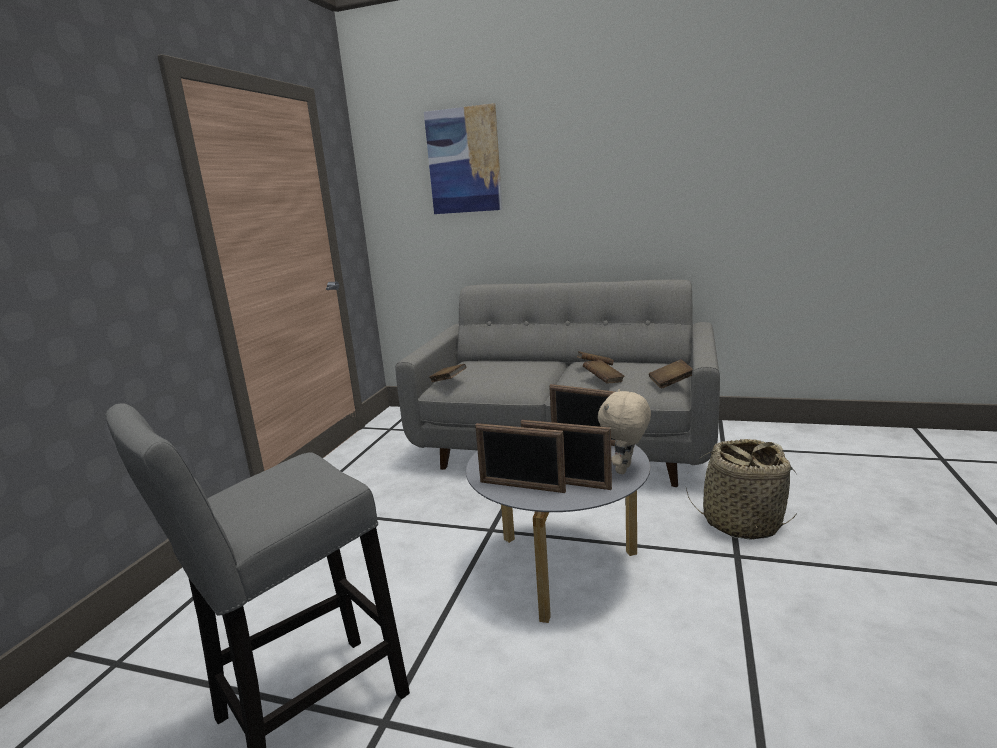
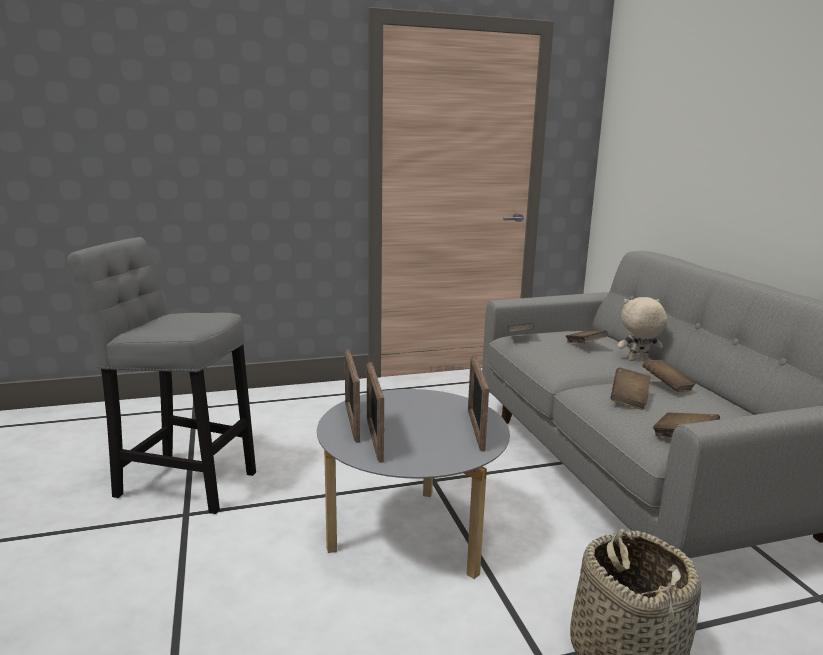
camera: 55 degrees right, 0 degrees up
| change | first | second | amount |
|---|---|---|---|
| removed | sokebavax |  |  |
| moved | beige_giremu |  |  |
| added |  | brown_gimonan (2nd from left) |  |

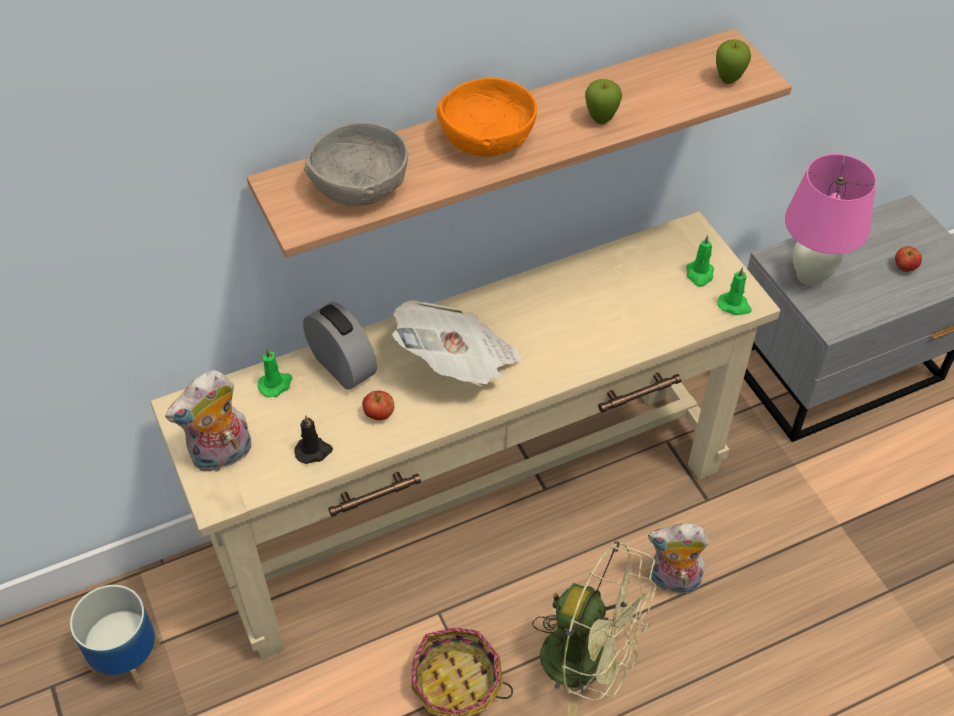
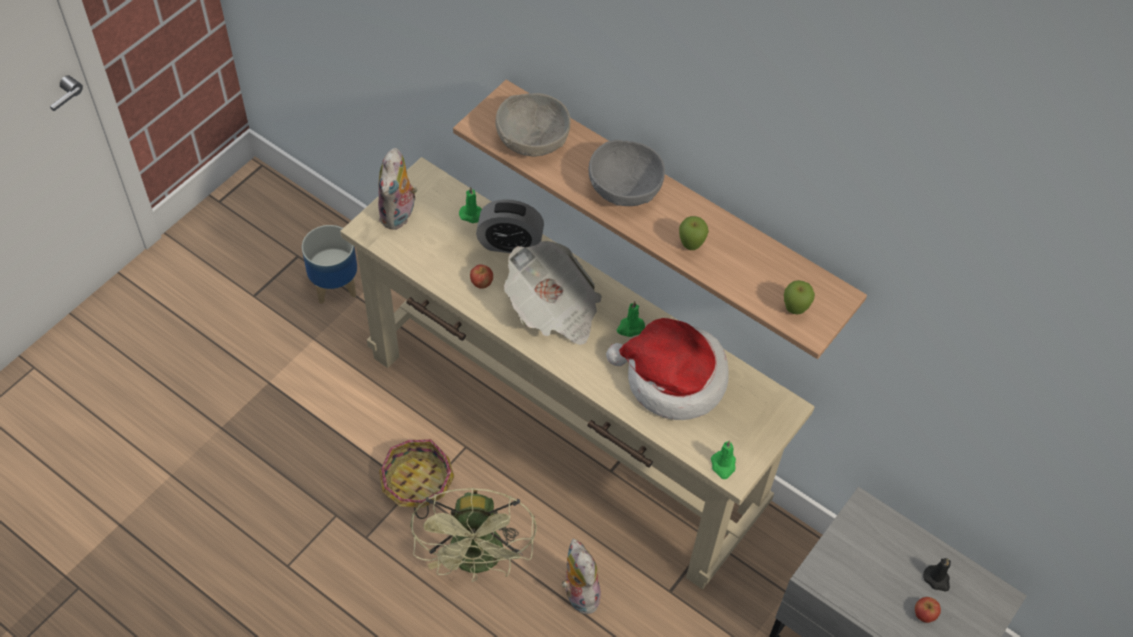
camera: 60 degrees right, 5 degrees up
| change | first | second | amount |
|---|---|---|---|
| turned | giremu (1st from left) |  | 105 degrees counterclockwise |
| moved | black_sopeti |  |  |
| turned | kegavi |  | 75 degrees clockwise |
| recoloured | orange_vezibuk | grey_vezibuk (2nd from left) |  |
| moved | green_sopeti (2nd from left) |  |  |
| removed | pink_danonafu |  |  |
| added |  | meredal |  |

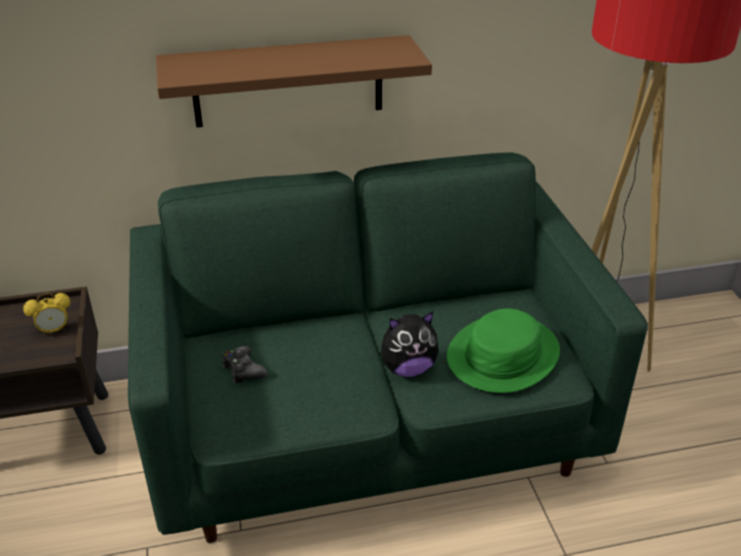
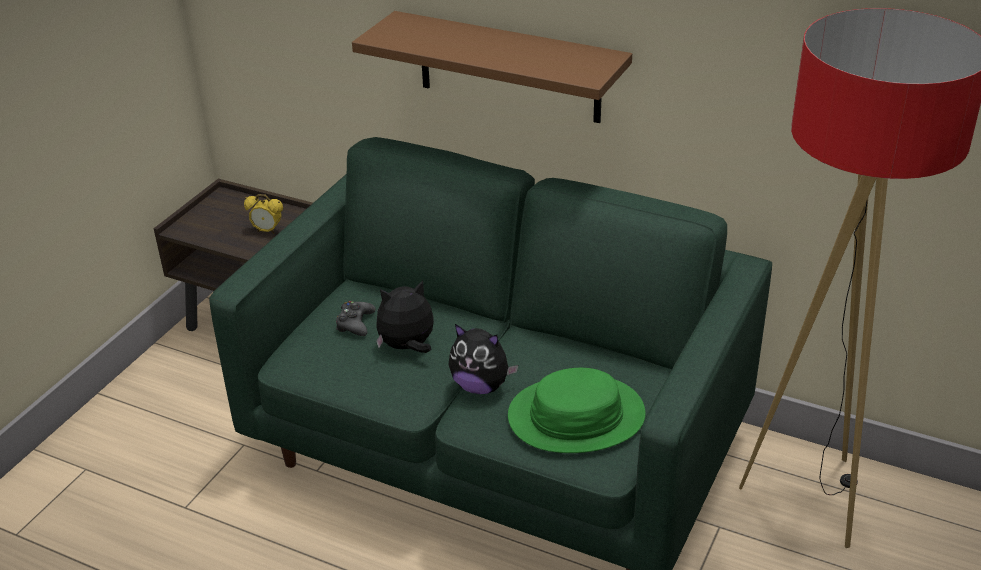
camera: 40 degrees right, 0 degrees up
| change | first | second | amount |
|---|---|---|---|
| added |  | giremu (1st from left) |  |

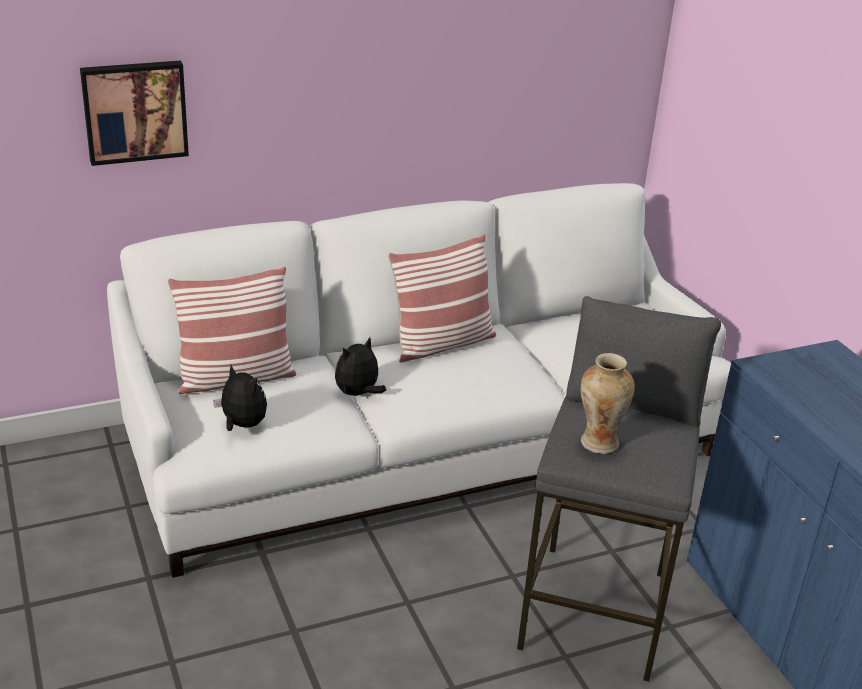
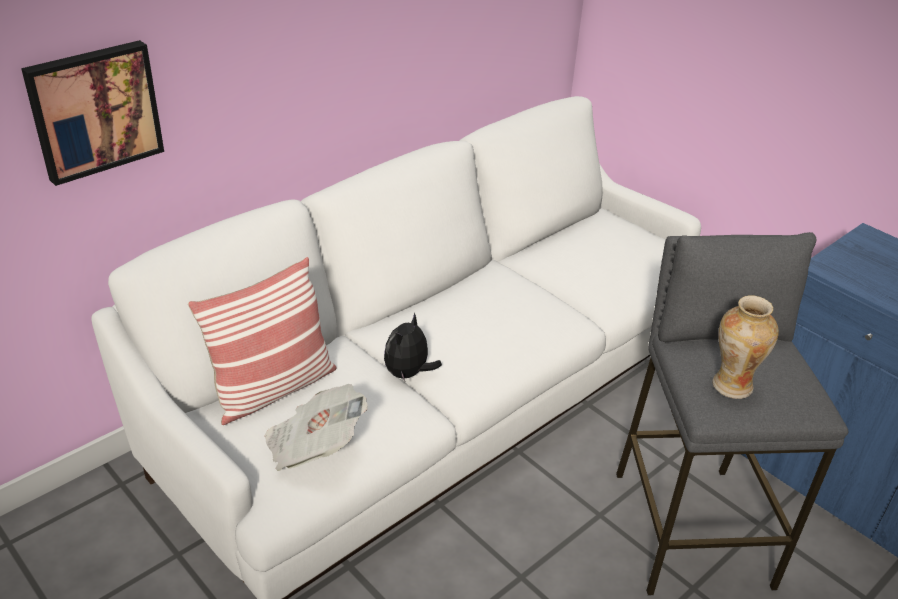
camera: 20 degrees left, 5 degrees up
| change | first | second | amount |
|---|---|---|---|
| replaced | giremu (1st from left) | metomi |  |
| removed | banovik (2nd from left) |  |  |

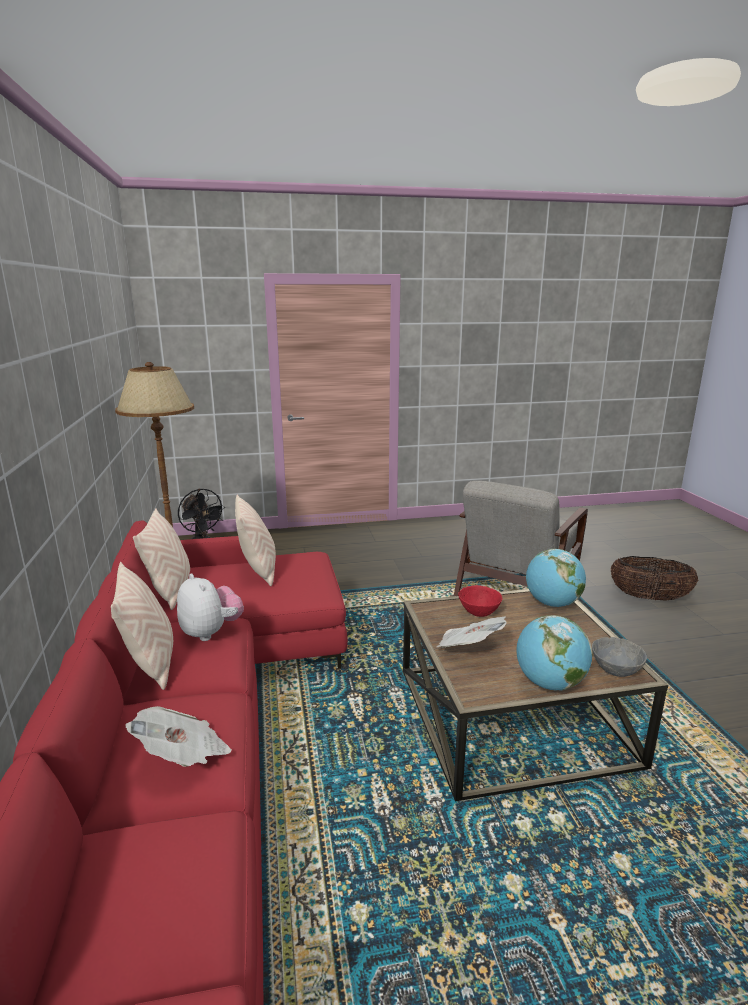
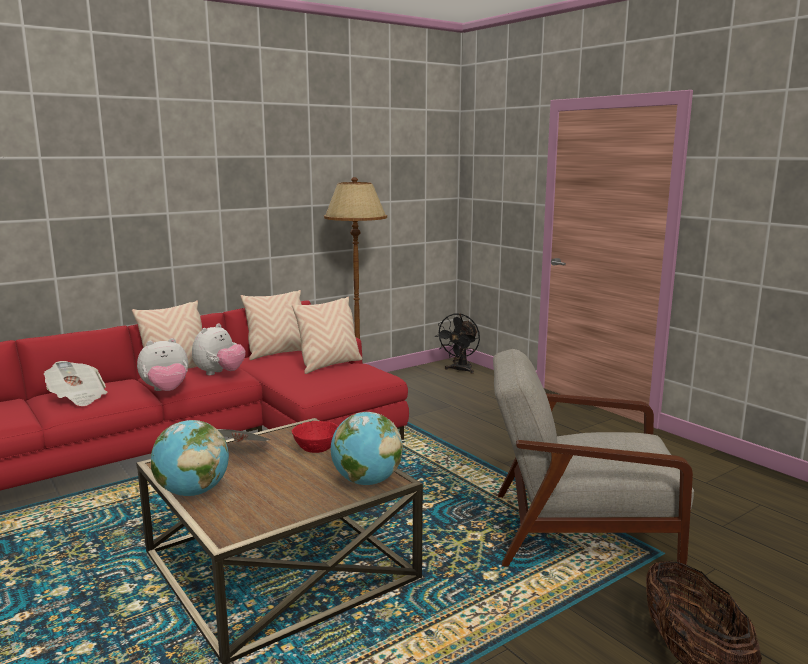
camera: 65 degrees right, 5 degrees down
| change | first | second | amount |
|---|---|---|---|
| removed | grey_vezibuk |  |  |
| added |  | giremu (1st from left) |  |

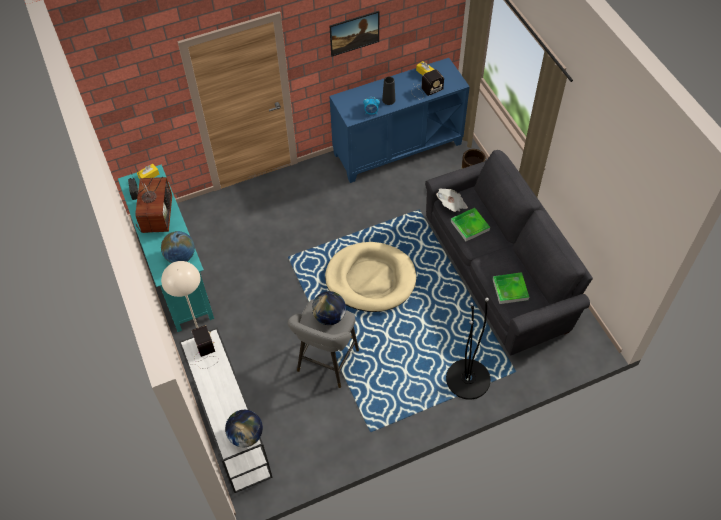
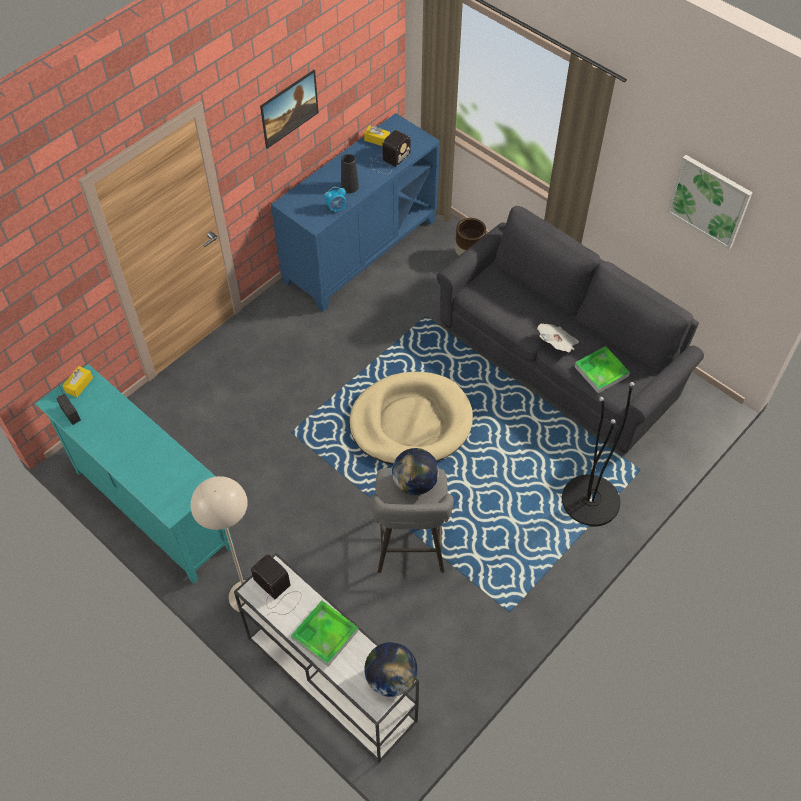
camera: 25 degrees left, 0 degrees up
| change | first | second | amount |
|---|---|---|---|
| removed | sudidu |  |  |
| removed | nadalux (1st from left) |  |  |
| moved | metomi |  |  |
| moved | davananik (1st from left) |  |  |
| added |  | sokebavax (2nd from left) |  |

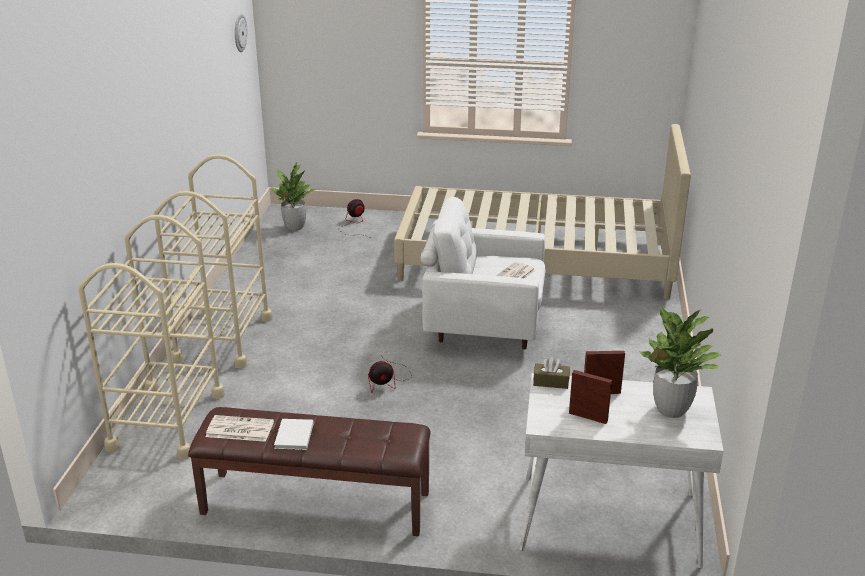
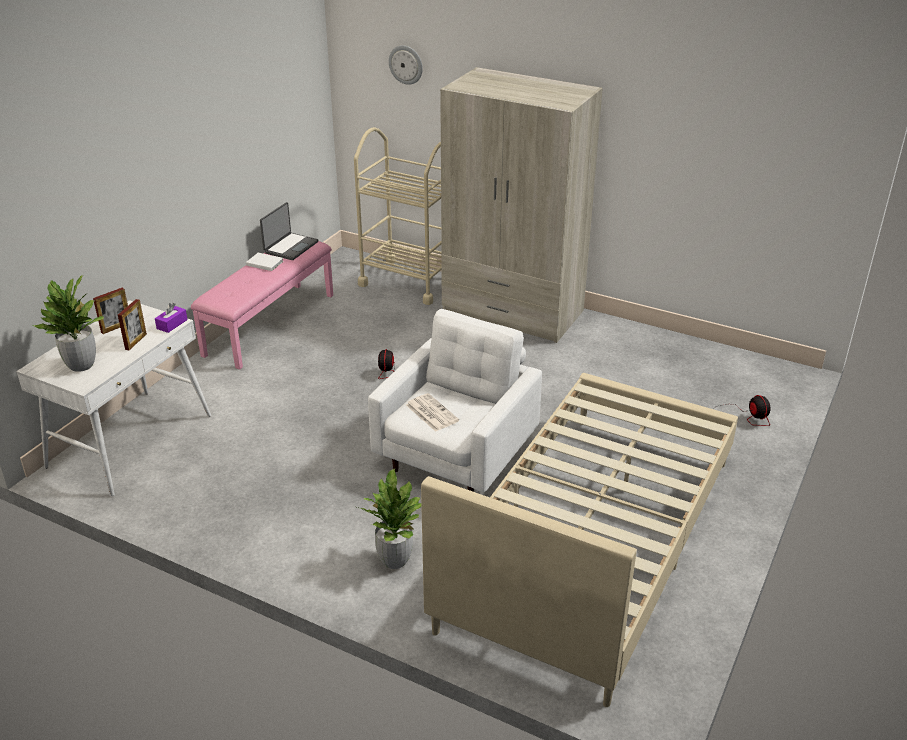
camera: 110 degrees right, 5 degrees up
| change | first | second | amount |
|---|---|---|---|
| replaced | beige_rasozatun (2nd from left) | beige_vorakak |  |
| recoloured | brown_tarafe | pink_tarafe |  |
| replaced | metomi (1st from left) | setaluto |  |
| moved | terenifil |  |  |
| moved | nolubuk (1st from left in the first image) | nolubuk (2nd from left) |  |
| recoloured | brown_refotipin | purple_refotipin |  |

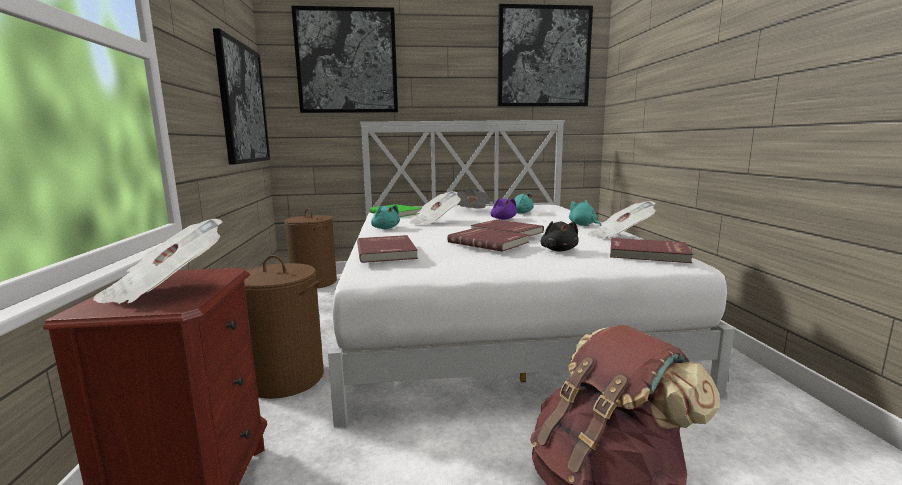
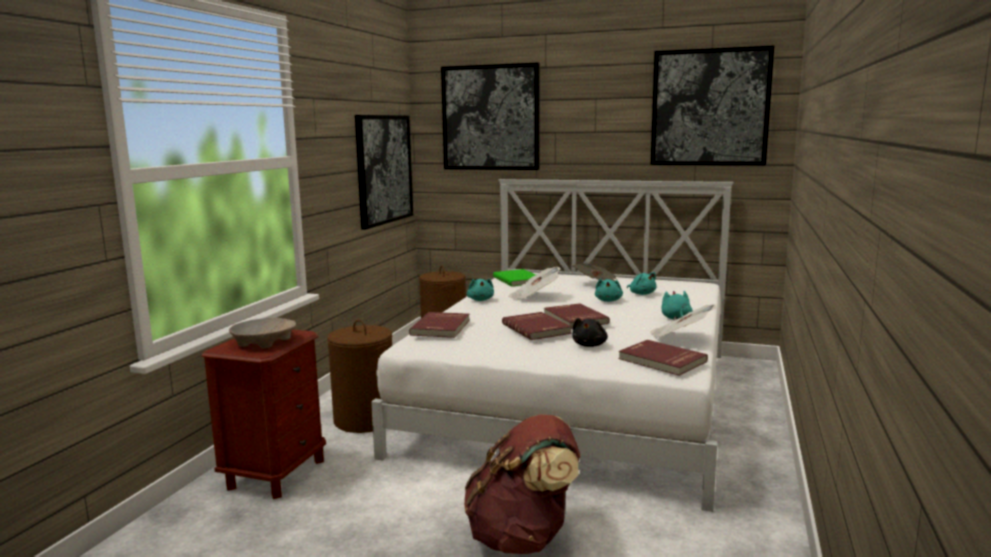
camera: 25 degrees right, 0 degrees up
| change | first | second | amount |
|---|---|---|---|
| replaced | metomi (1st from left) | beige_vezibuk |  |
| recoloured | purple_giremu | turquoise_giremu (2nd from left) |  |

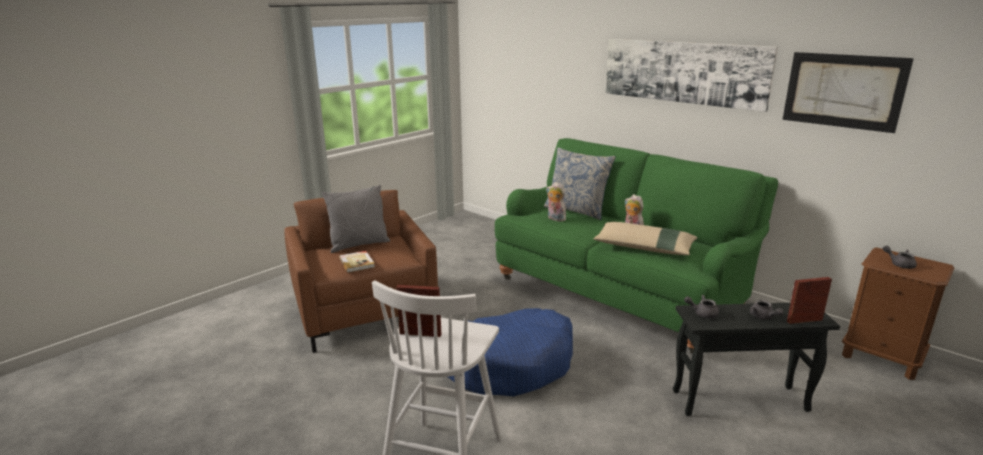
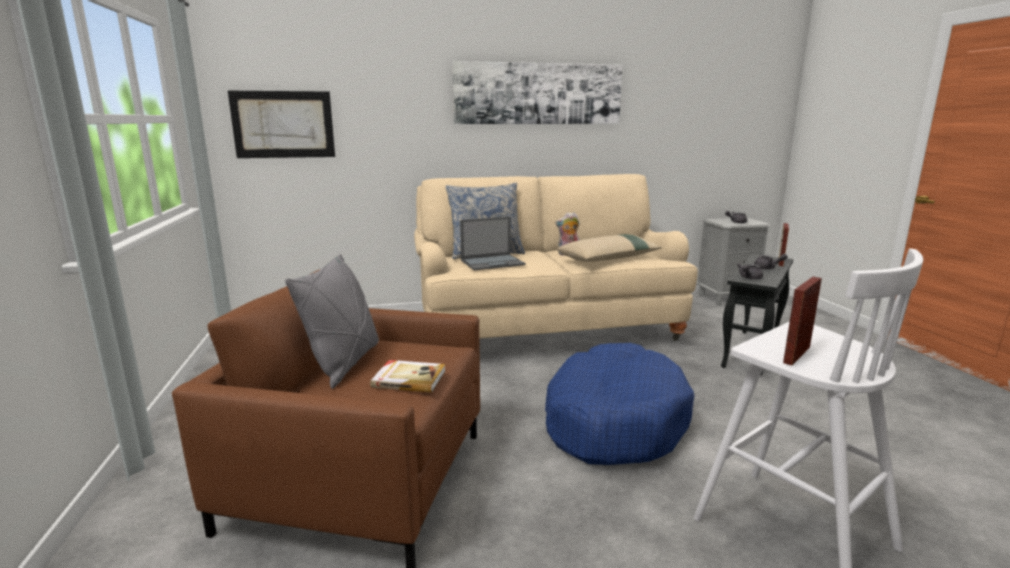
camera: 55 degrees left, 5 degrees down
| change | first | second | amount |
|---|---|---|---|
| recoloured | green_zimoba | beige_zimoba |  |
| replaced | giremu (1st from left) | setaluto |  |
| moved | sokebavax (2nd from left in the first image) | sokebavax (1st from left) |  |
| recoloured | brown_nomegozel | grey_nomegozel |  |

